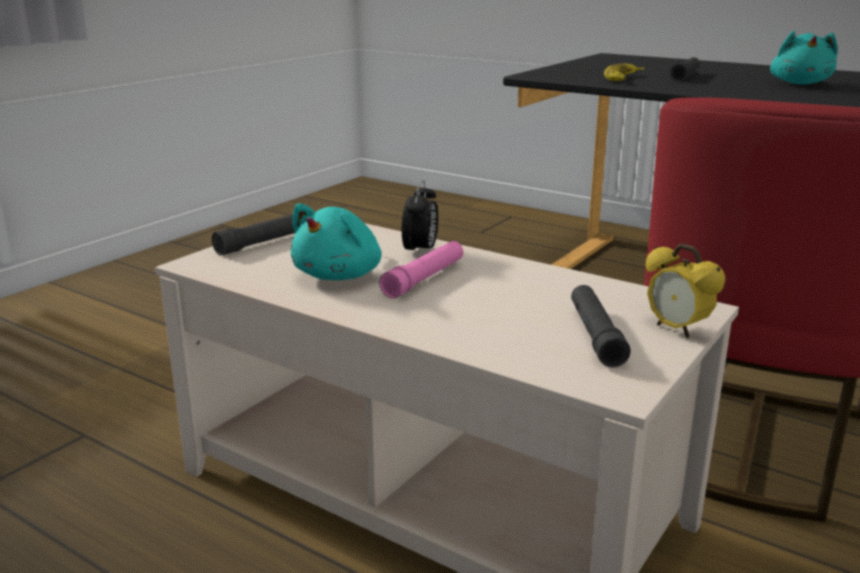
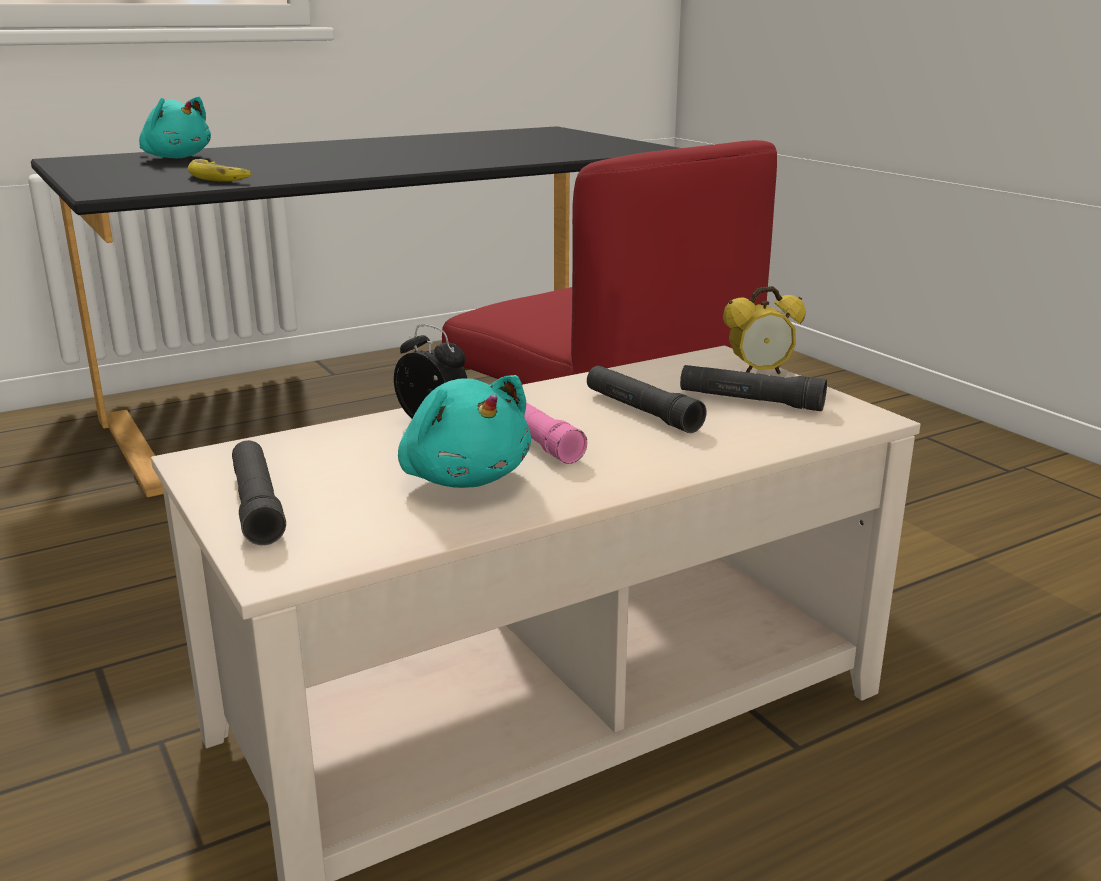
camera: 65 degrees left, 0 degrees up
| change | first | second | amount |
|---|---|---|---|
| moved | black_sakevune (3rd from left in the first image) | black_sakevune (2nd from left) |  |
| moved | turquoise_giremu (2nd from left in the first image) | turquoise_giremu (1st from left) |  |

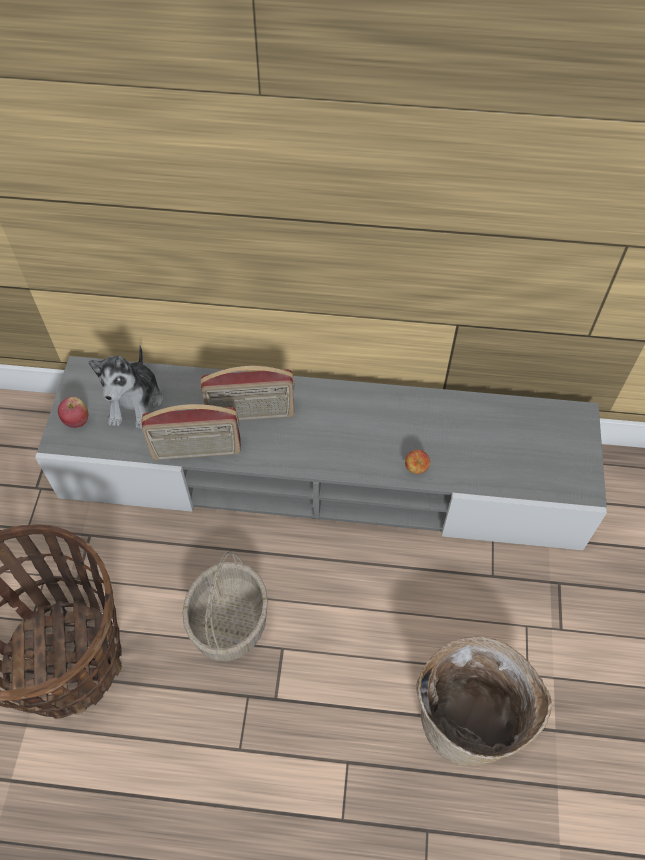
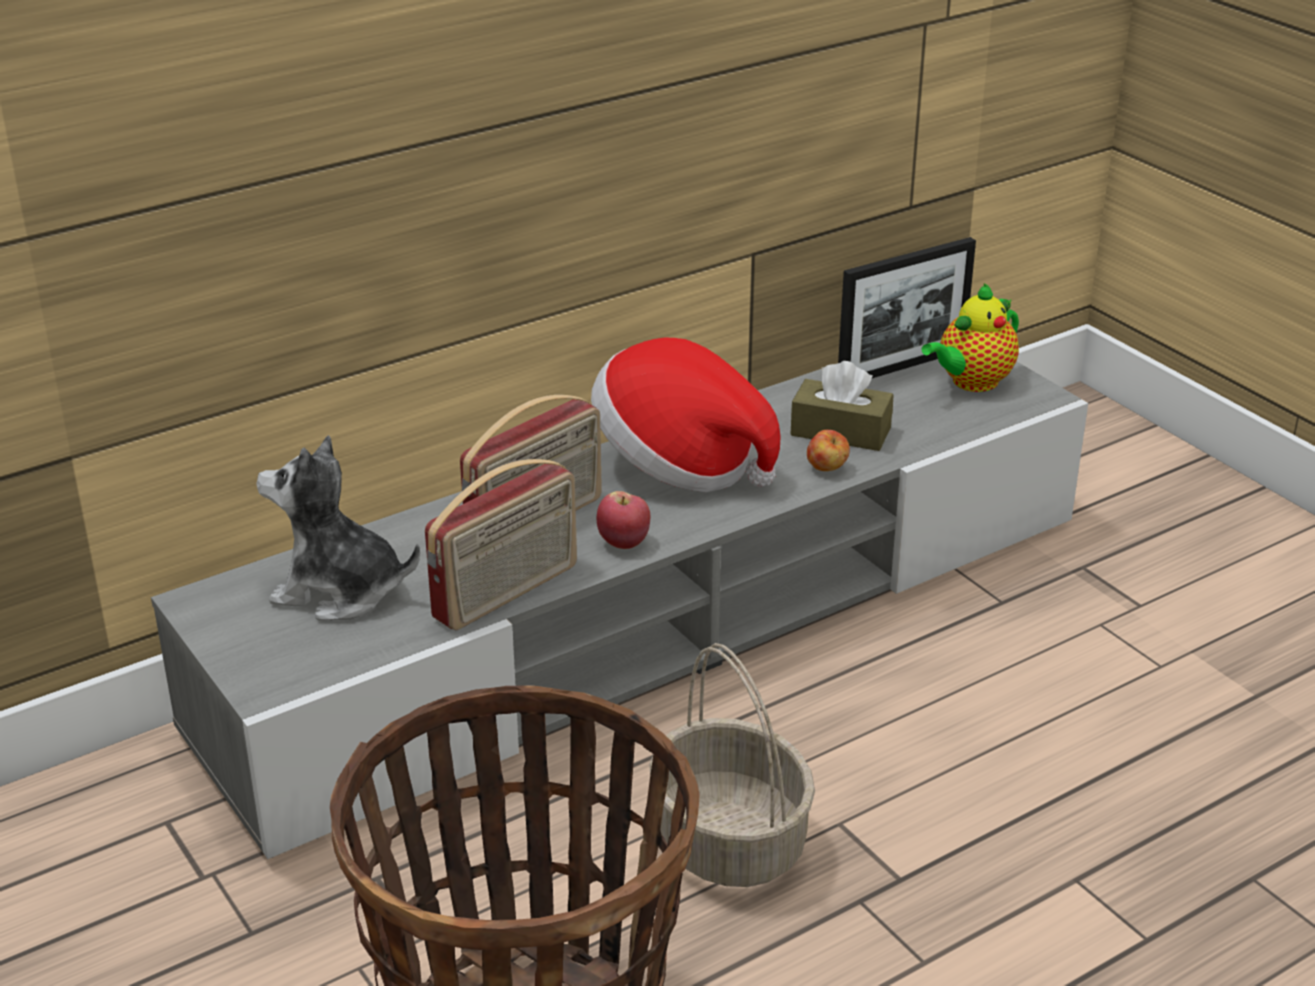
camera: 40 degrees left, 25 degrees down
| change | first | second | amount |
|---|---|---|---|
| moved | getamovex (1st from left) |  |  |
| turned | giremu |  | 135 degrees clockwise |
| removed | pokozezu (3rd from left) |  |  |
| added |  | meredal |  |
| added |  | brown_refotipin |  |
| added |  | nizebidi |  |
| added |  | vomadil |  |

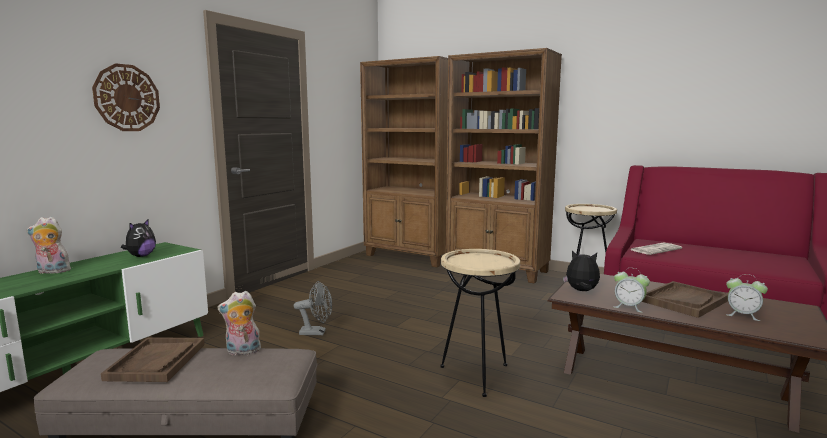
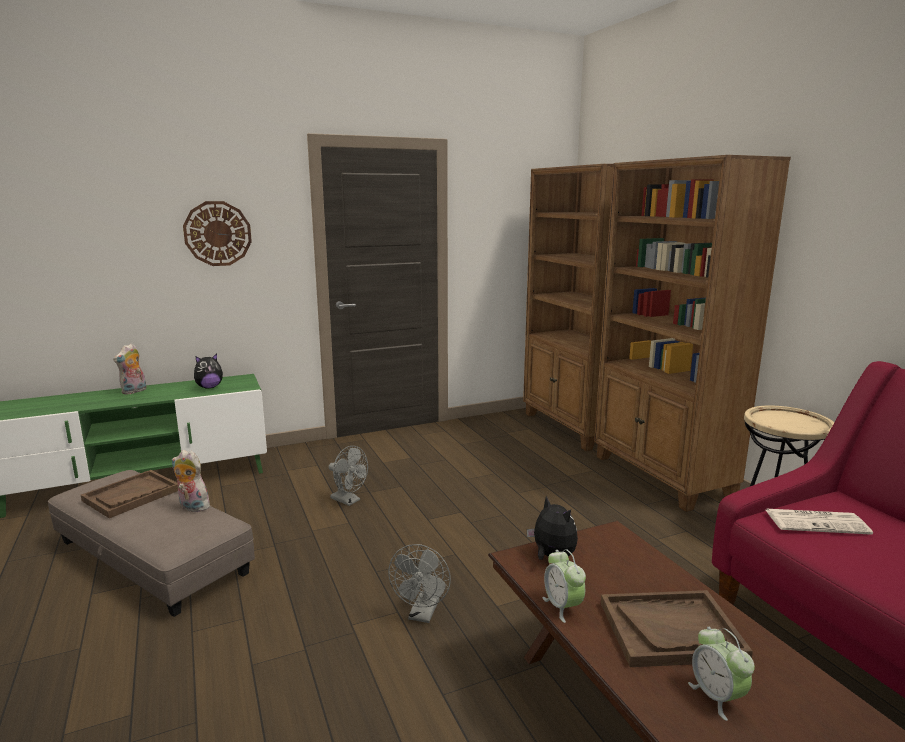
camera: 35 degrees right, 5 degrees up
| change | first | second | amount |
|---|---|---|---|
| turned | giremu (1st from left) |  | 90 degrees counterclockwise |
| replaced | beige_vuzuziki (1st from left) | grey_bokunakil (2nd from left) |  |

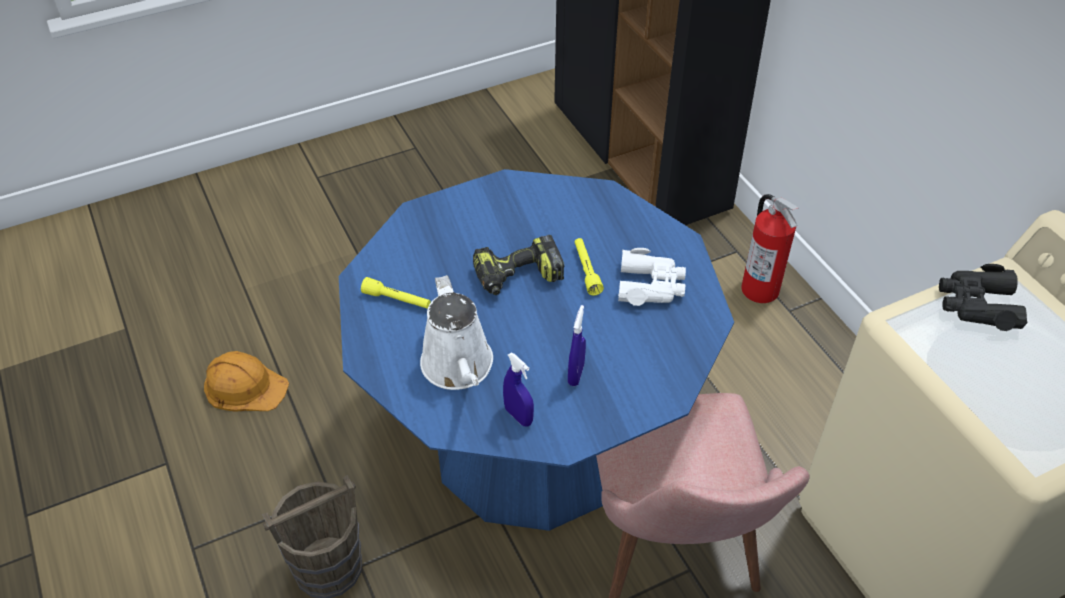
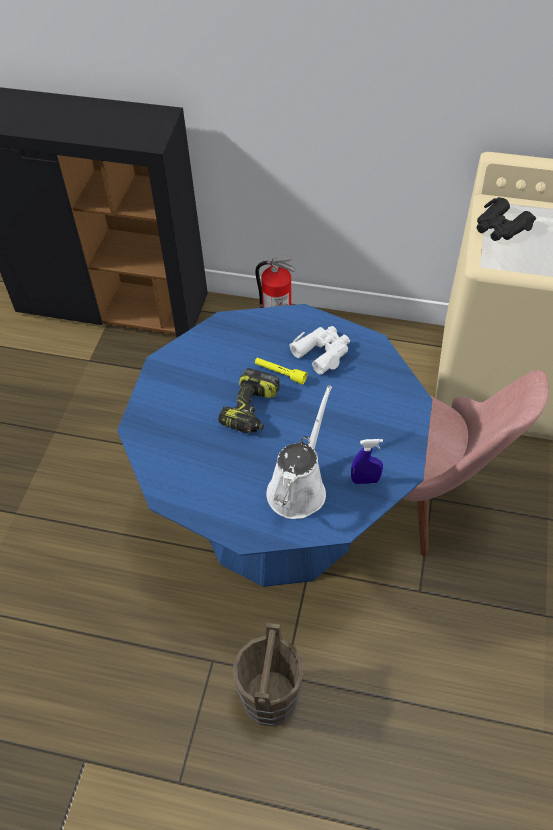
camera: 50 degrees left, 5 degrees up
| change | first | second | amount |
|---|---|---|---|
| removed | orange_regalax |  |  |
| removed | yellow_sakevune (1st from left) |  |  |
| turned | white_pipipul |  | 90 degrees counterclockwise |
| removed | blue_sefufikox (2nd from left) |  |  |

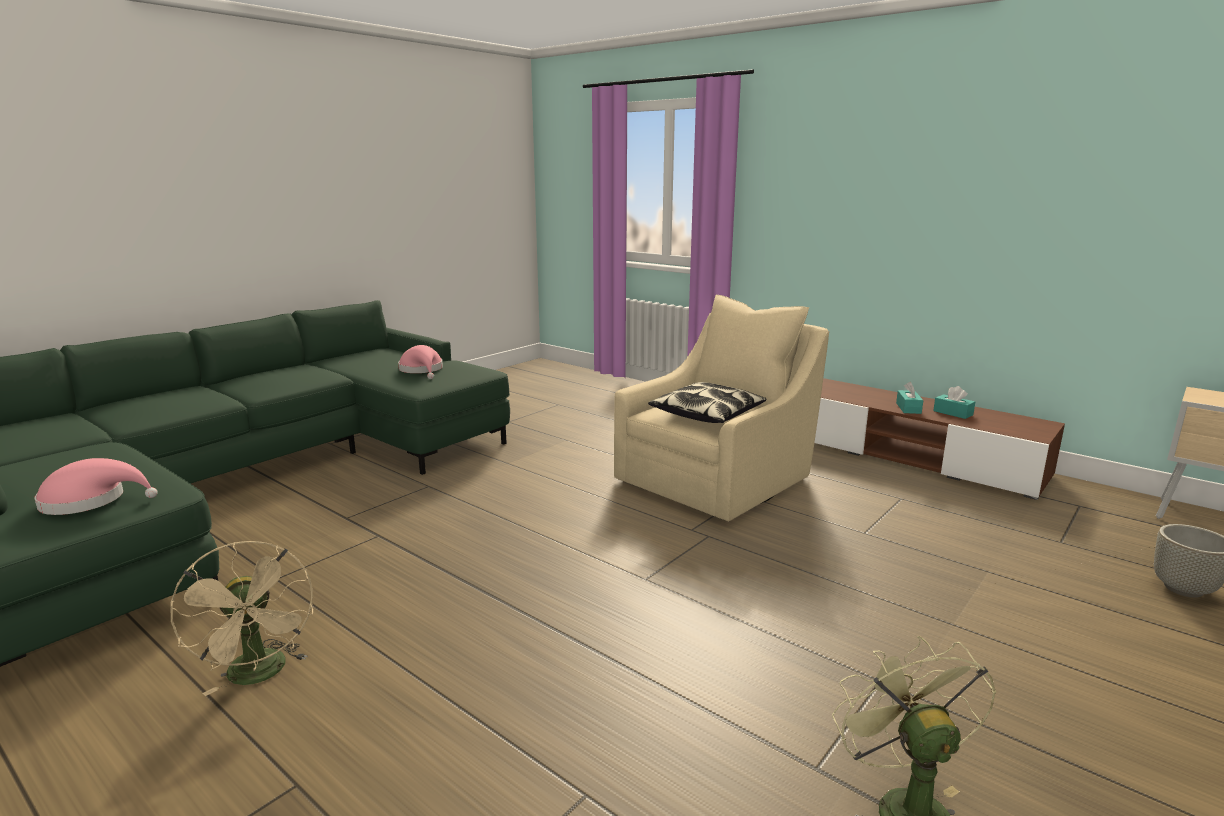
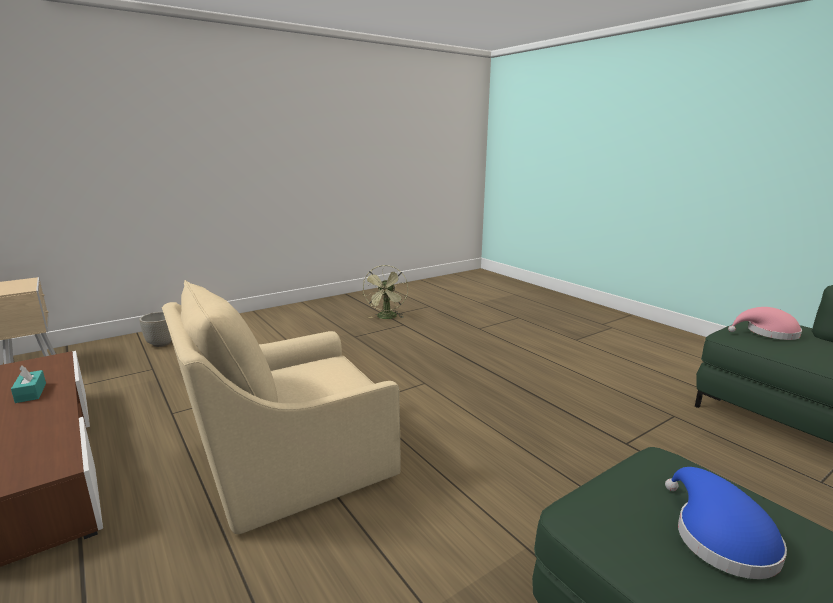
camera: 165 degrees left, 0 degrees up
| change | first | second | amount |
|---|---|---|---|
| removed | beige_bokunakil |  |  |
| recoloured | pink_meredal (2nd from left) | blue_meredal |  |
| removed | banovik |  |  |
| removed | turquoise_refotipin (1st from left) |  |  |

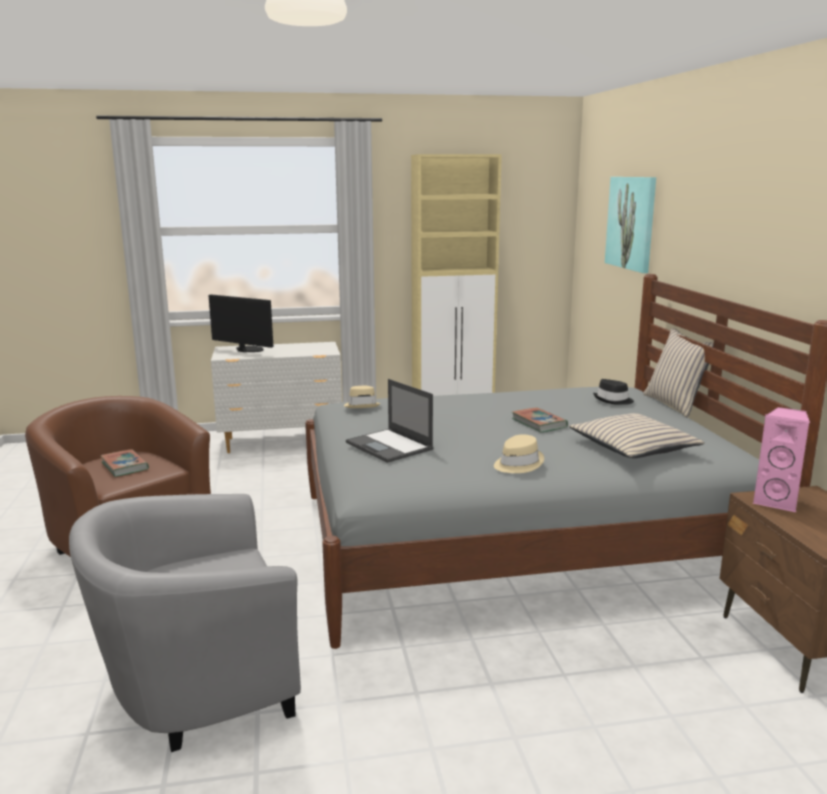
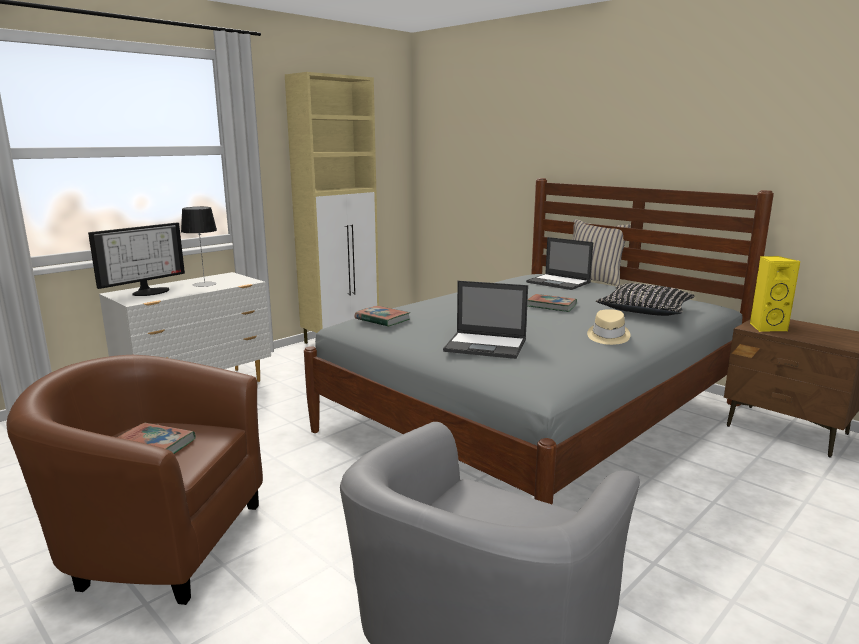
camera: 35 degrees left, 0 degrees up
| change | first | second | amount |
|---|---|---|---|
| turned | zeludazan |  | 135 degrees clockwise |
| replaced | beige_meredal (1st from left) | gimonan (2nd from left) |  |
| recoloured | beige_banovik (1st from left) | black_banovik |  |
| replaced | black_meredal | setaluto (2nd from left) |  |
| removed | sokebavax |  |  |
| recoloured | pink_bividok | yellow_bividok |  |
| added |  | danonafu |  |

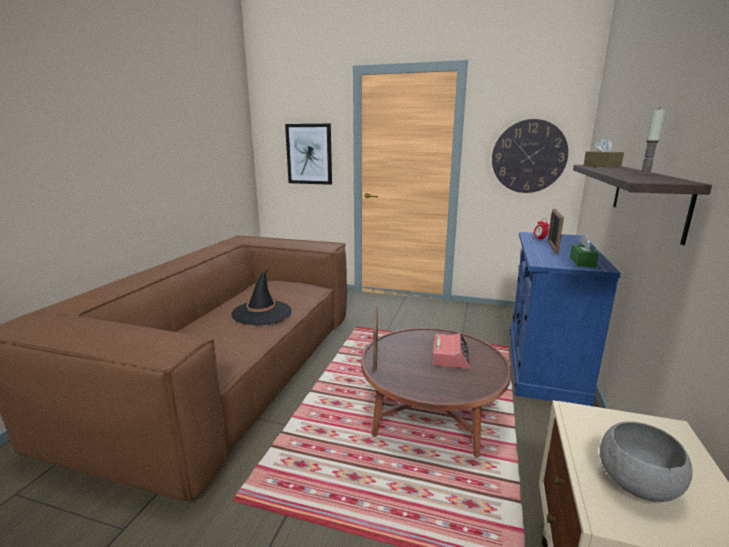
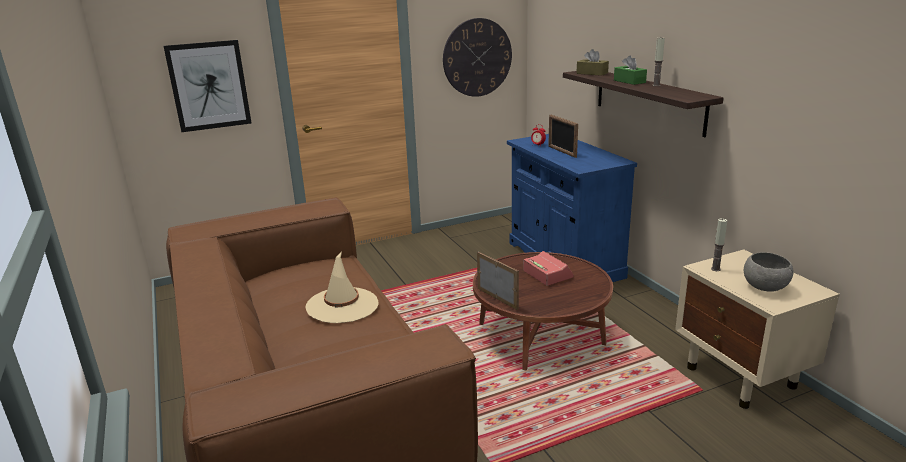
camera: 40 degrees left, 5 degrees up
| change | first | second | amount |
|---|---|---|---|
| recoloured | black_meredal | beige_meredal |  |
| moved | green_refotipin |  |  |
| added |  | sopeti (2nd from left) |  |

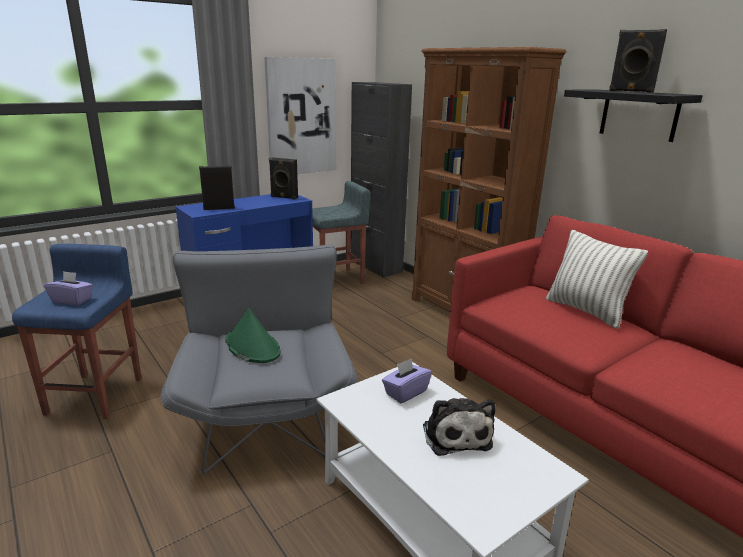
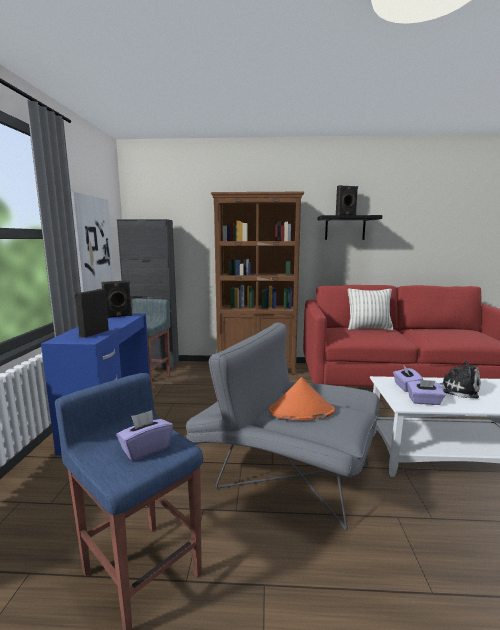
camera: 50 degrees left, 10 degrees down
| change | first | second | amount |
|---|---|---|---|
| recoloured | green_meredal | orange_meredal |  |
| added |  | purple_refotipin (3rd from left) |  |

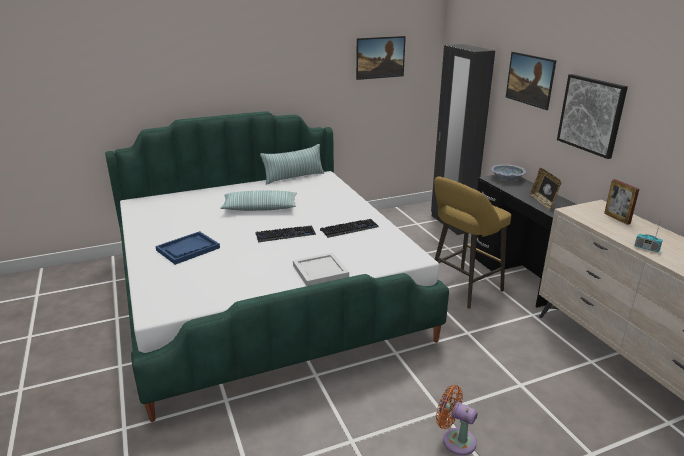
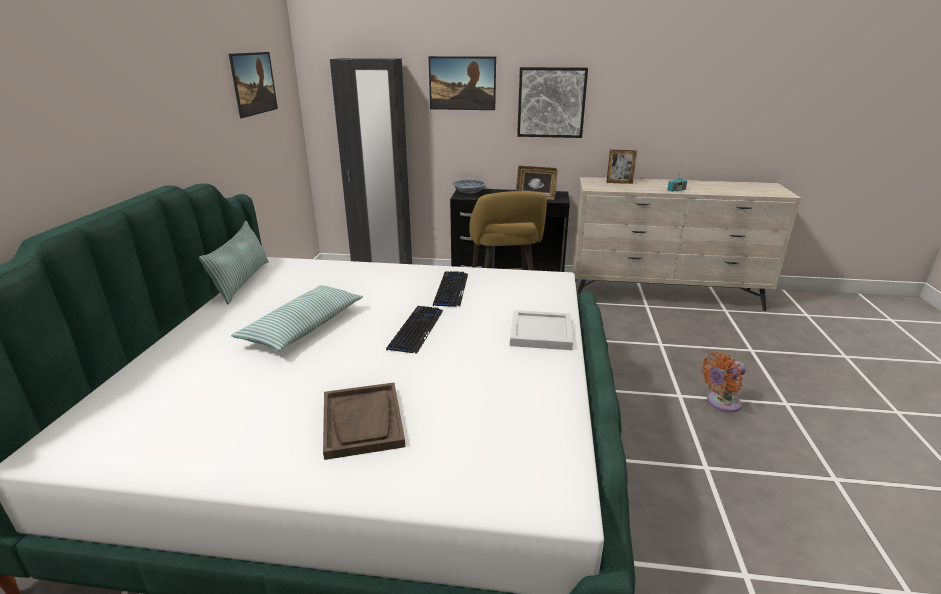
camera: 60 degrees left, 0 degrees up
| change | first | second | amount |
|---|---|---|---|
| recoloured | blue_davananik | brown_davananik |  |

